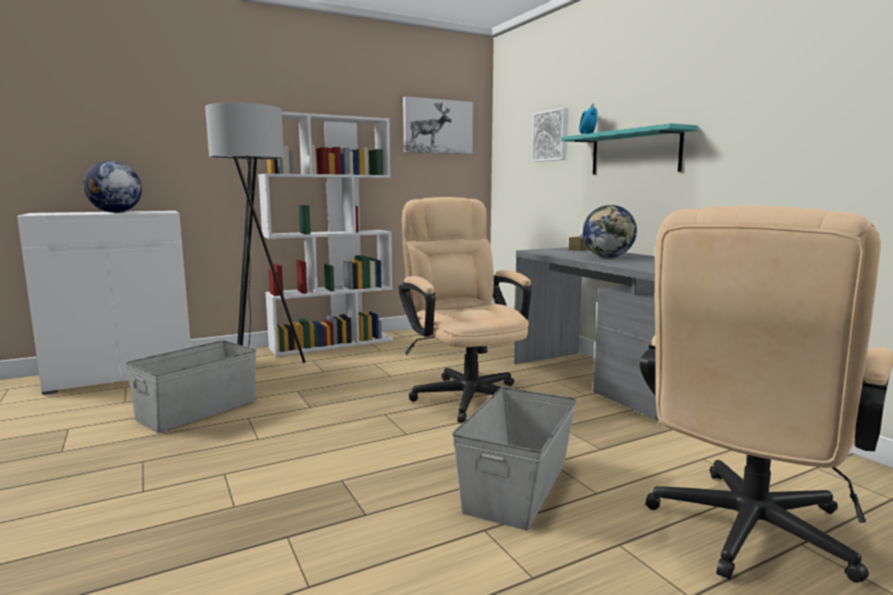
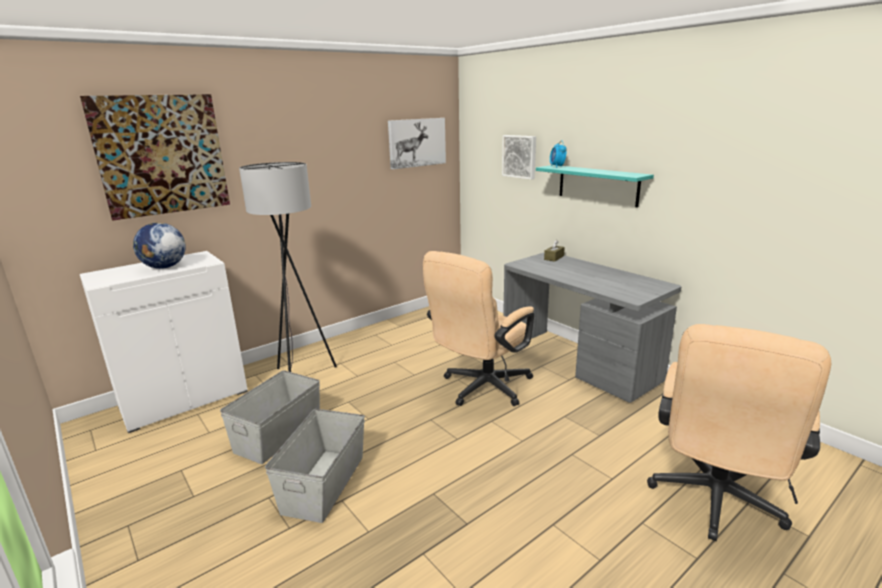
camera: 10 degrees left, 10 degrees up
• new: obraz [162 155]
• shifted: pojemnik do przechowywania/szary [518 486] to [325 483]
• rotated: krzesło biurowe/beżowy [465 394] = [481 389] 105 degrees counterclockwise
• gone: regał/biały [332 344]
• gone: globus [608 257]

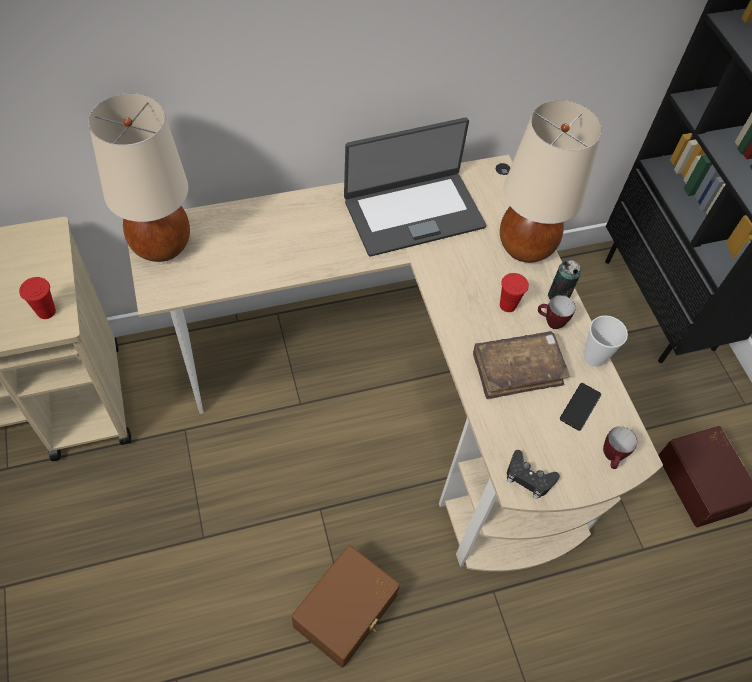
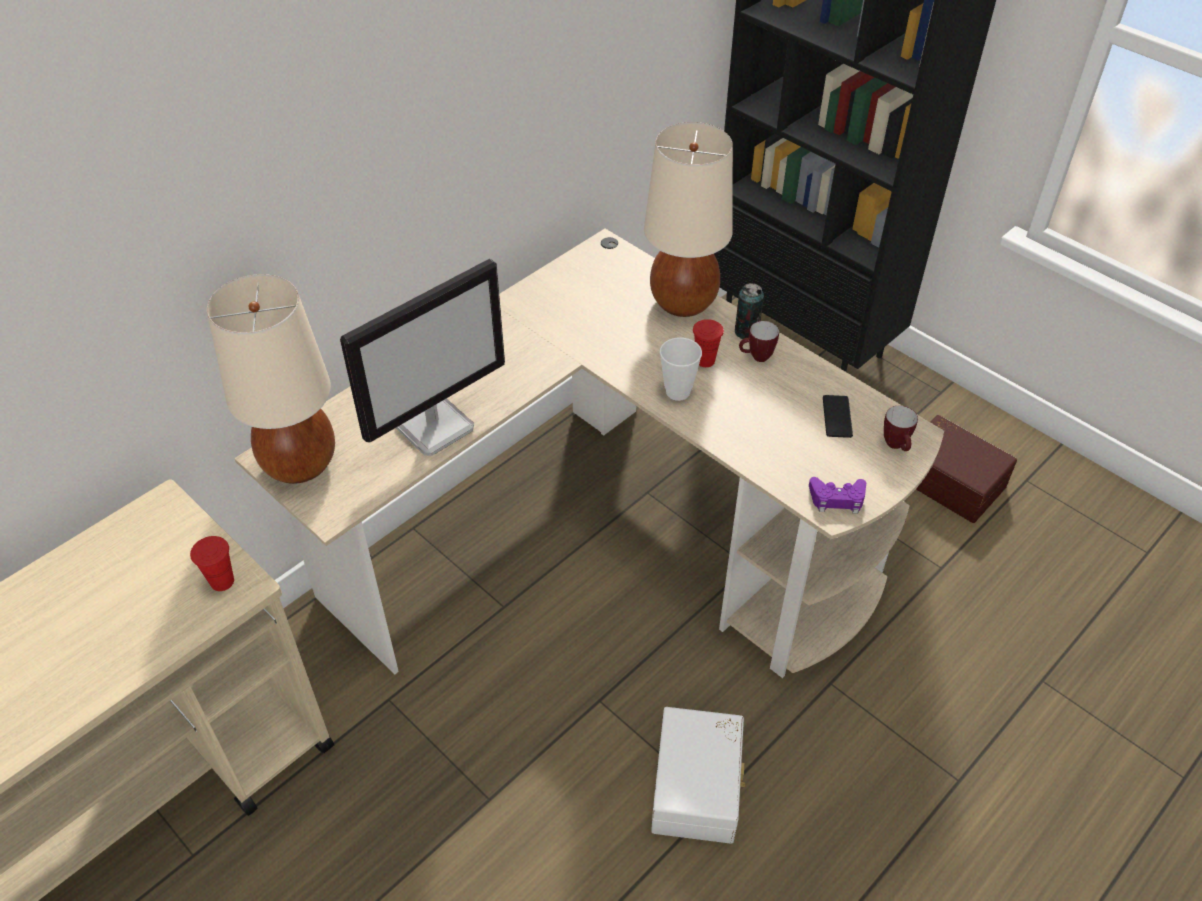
camera: 25 degrees left, 10 degrees down
• new: monitor [435 426]
• repainted: pojemnik do przechowywania/brązowy [347 612] to pojemnik do przechowywania/biały [699 785]
• shifted: filiżanka [594 357] to [678 392]
• repainted: pad do gier/czarny [529 477] to pad do gier/fioletowy [837 499]
• gone: laptop [413 212]
• gone: książka/brązowy [517 370]

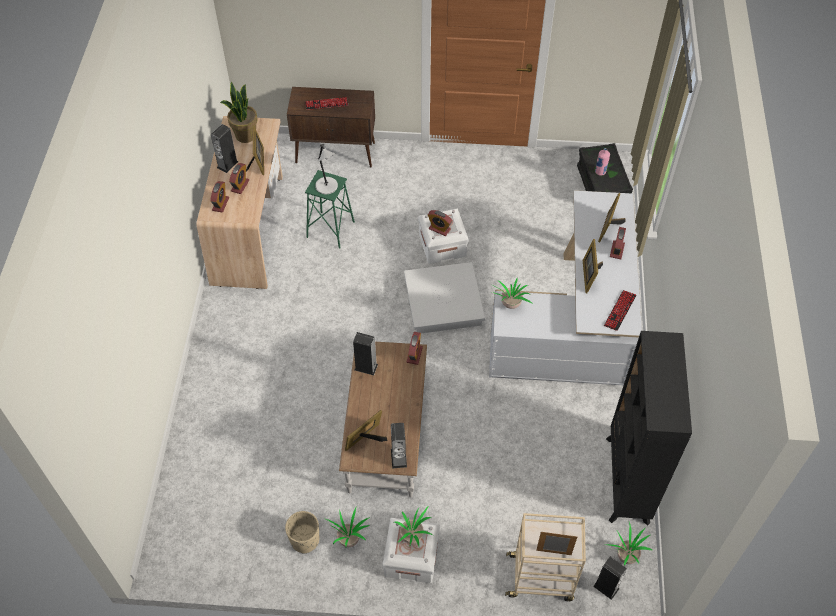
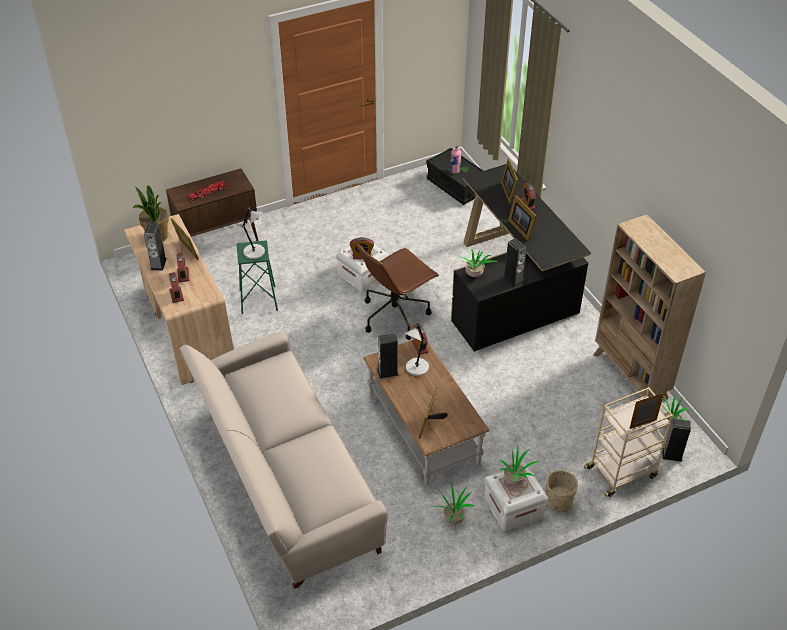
camera: 30 degrees left, 10 degrees down
• new: kanapa/beżowy [285 481]
• swapped: pojemnik do przechowywania/biały [443 302] to krzesło biurowe/brązowy [395 315]
• new: lampa stołowa/szary [416 368]
• repainted: biurko/biały [574 326] to biurko/czarny [510 289]
• shifted: głośnik [398 458] to [513 279]
• shifted: donica/beżowy [305 540] to [558 501]
• repainted: regał/czarny [627 480] to regał/beżowy [630 376]
• gone: klawiatura [620 311]

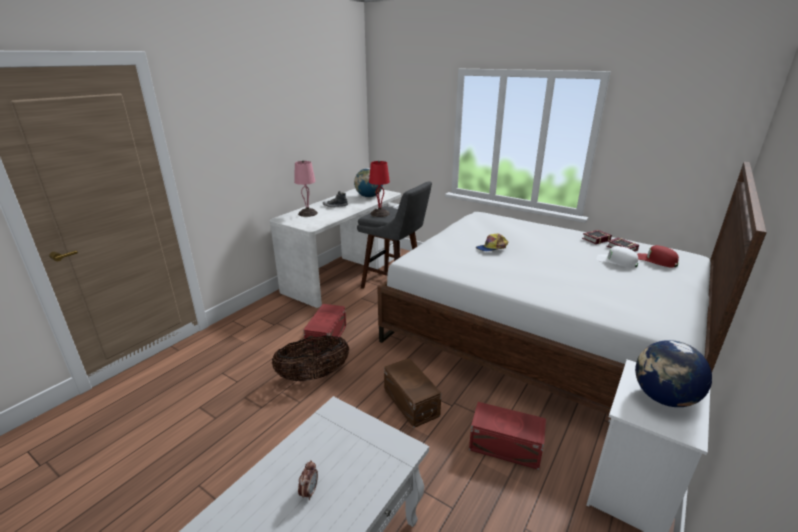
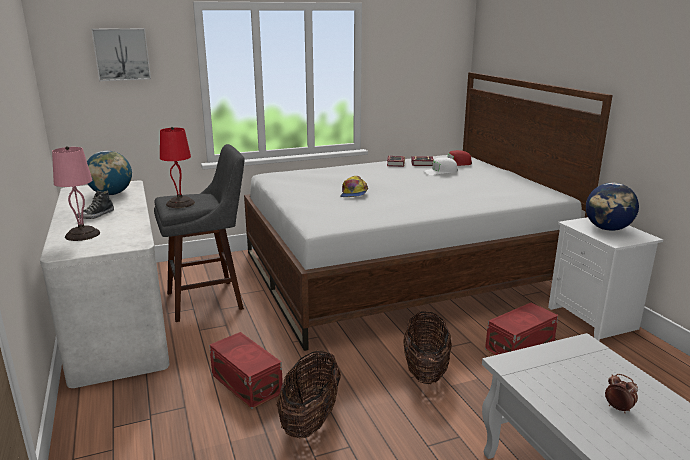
camera: 55 degrees left, 5 degrees down
• new: obraz [122 54]
• swapped: pojemnik do przechowywania/brązowy [410 403] to koszyk [425 370]

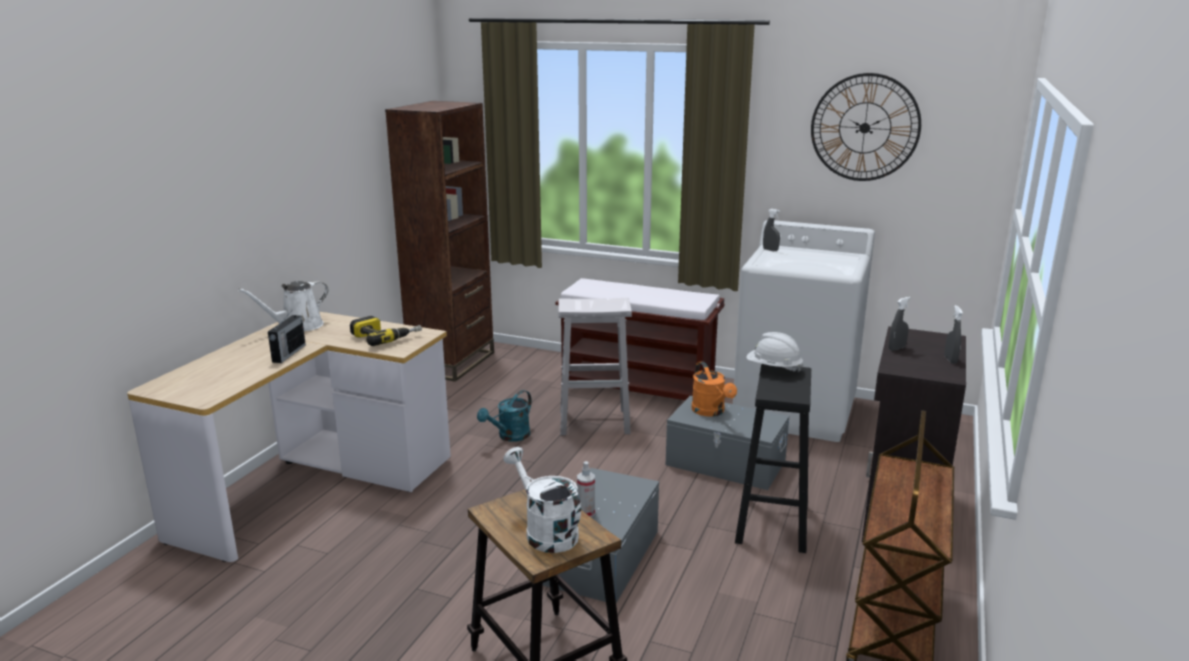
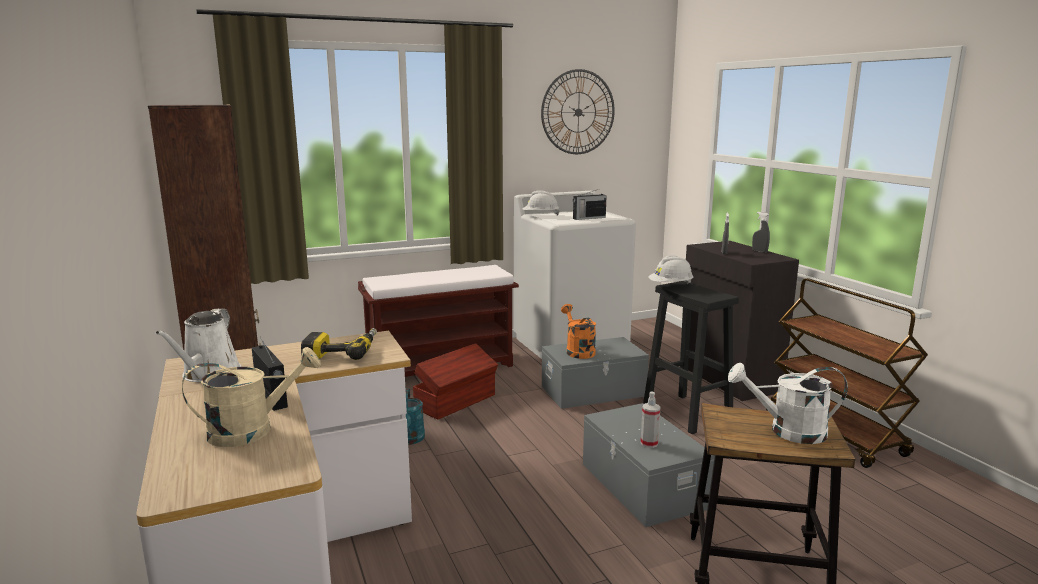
camera: 45 degrees left, 5 degrees down
• new: konewka/beżowy [252 430]
• swapped: stołek/biały [595 422] to pojemnik do przechowywania/brązowy [456 401]
• swapped: spryskiwacz/szary [770 250] to kask/biały [540 216]
• rotated: konewka/pomarańczowy [711 412] = [578 351] 135 degrees counterclockwise
• new: radio [588 218]

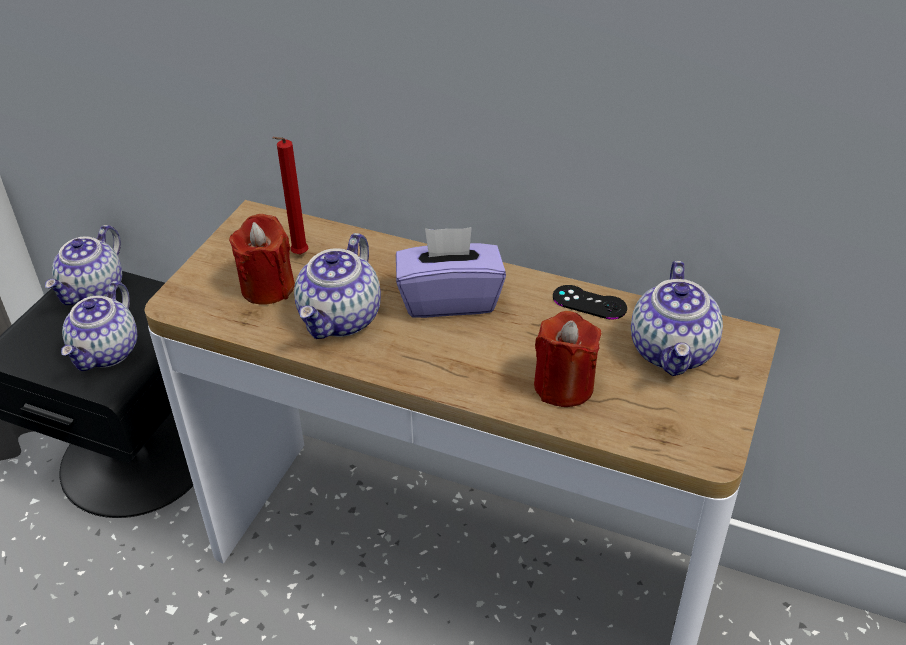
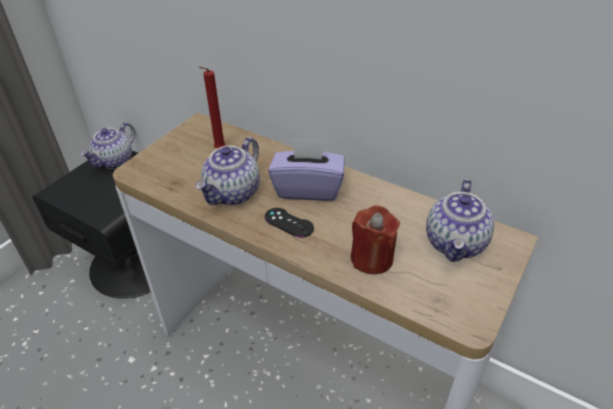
camera: 10 degrees right, 0 degrees up
• shifted: pad do gier/czarny [589 302] to [289 222]
• gone: imbryk [107 353]
• gone: świeca/czerwony [267 287]

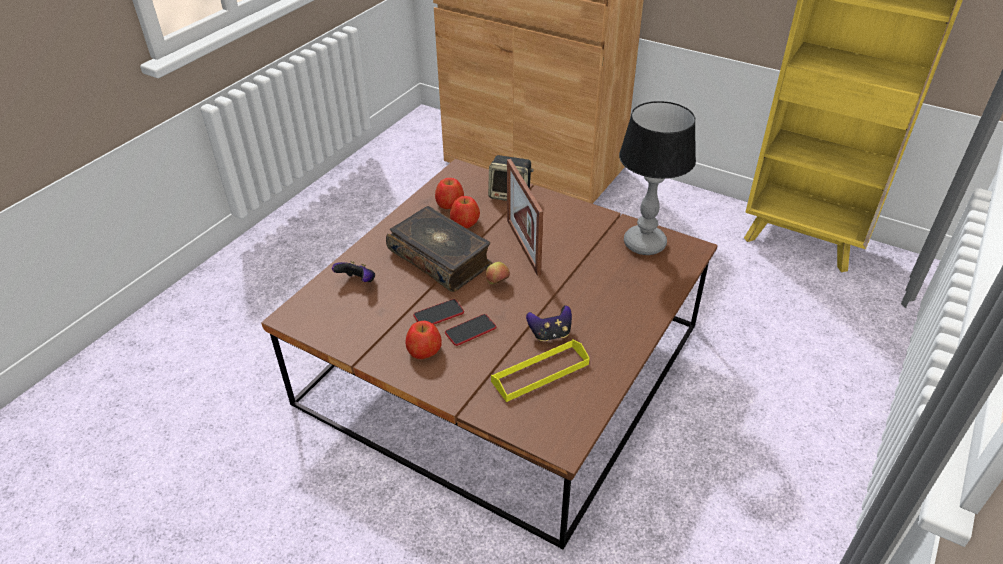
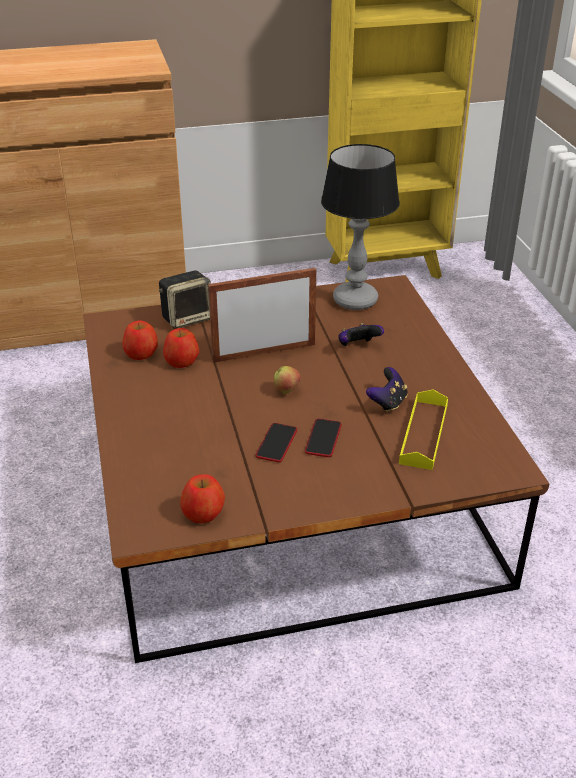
camera: 45 degrees left, 5 degrees down
• shifted: jabłko [424 351] to [203 512]
• rotated: ramka na zdjęcie [523 246] = [264 352] 135 degrees clockwise
• shifted: pad do gier [357 282] to [358 346]
• gone: książka [441 258]

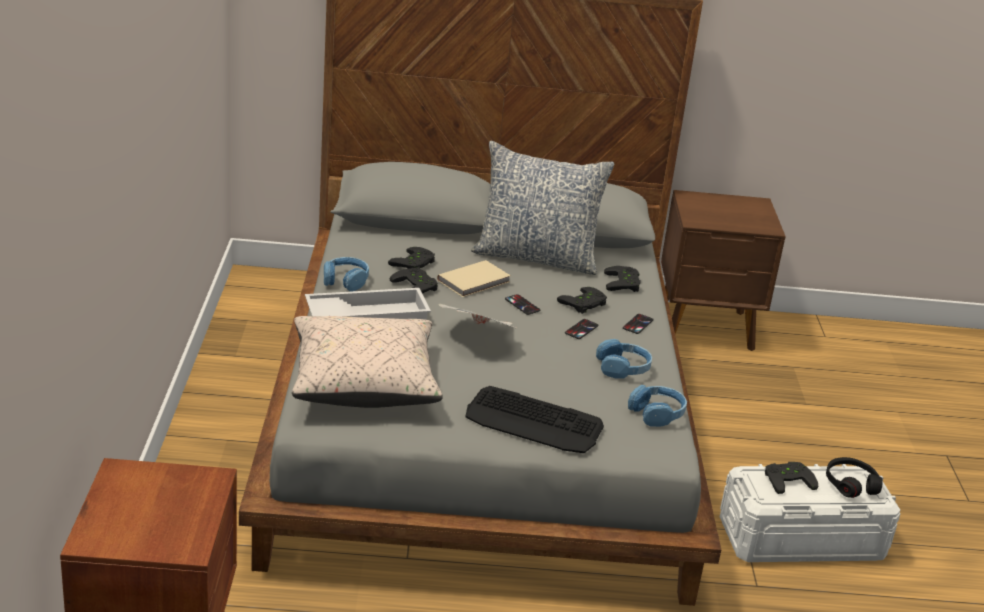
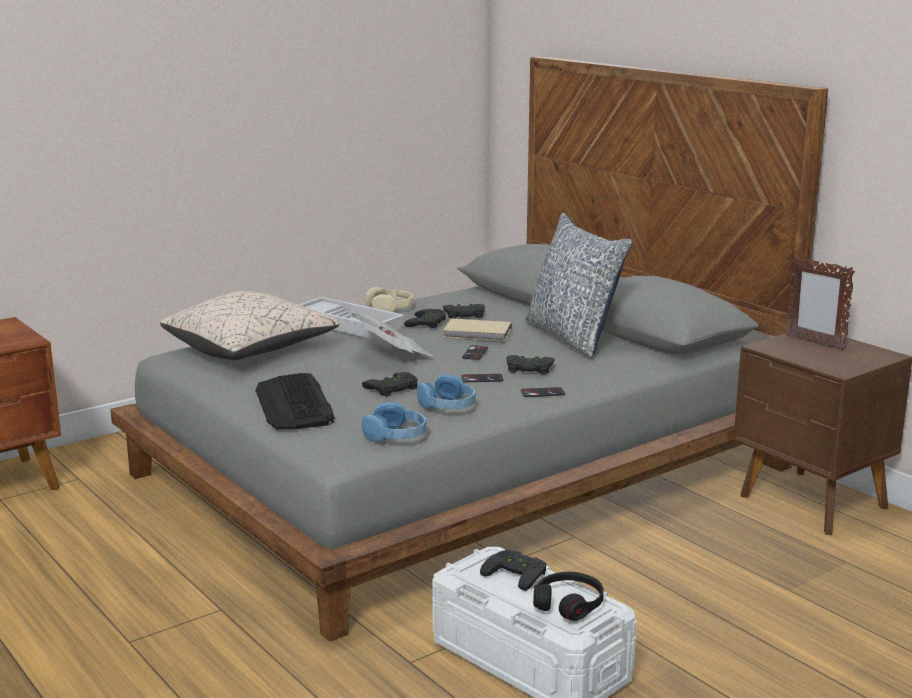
camera: 55 degrees right, 10 degrees down
• shifted: pad do gier/czarny [624 283] to [393 389]
• repainted: słuchawki/niebieski [345 281] to słuchawki/beżowy [390 308]
• new: ramka na zdjęcie [814 343]

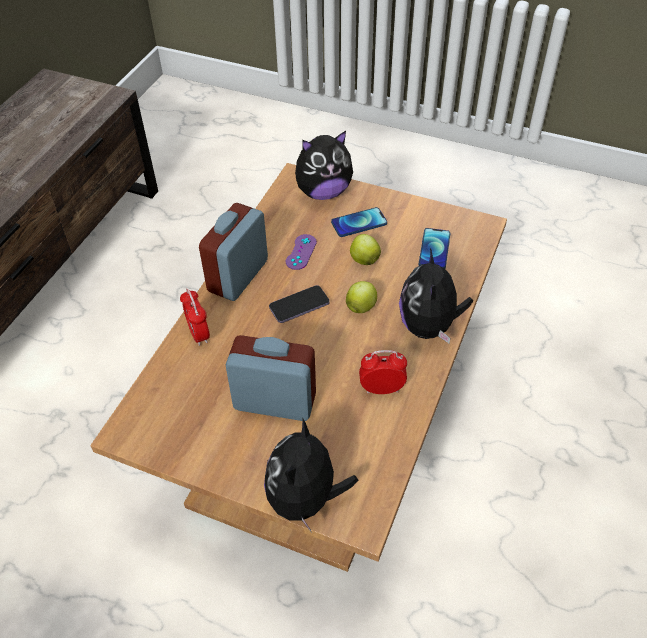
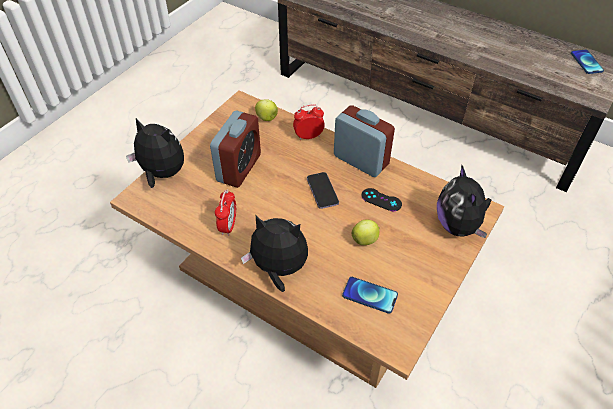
camera: 100 degrees right, 0 degrees up
• shifted: jabłko [361 307] to [267 118]
• repainted: pad do gier/fioletowy [301 252] to pad do gier/czarny [381 200]
• shifted: telefon [359 223] to [586 62]

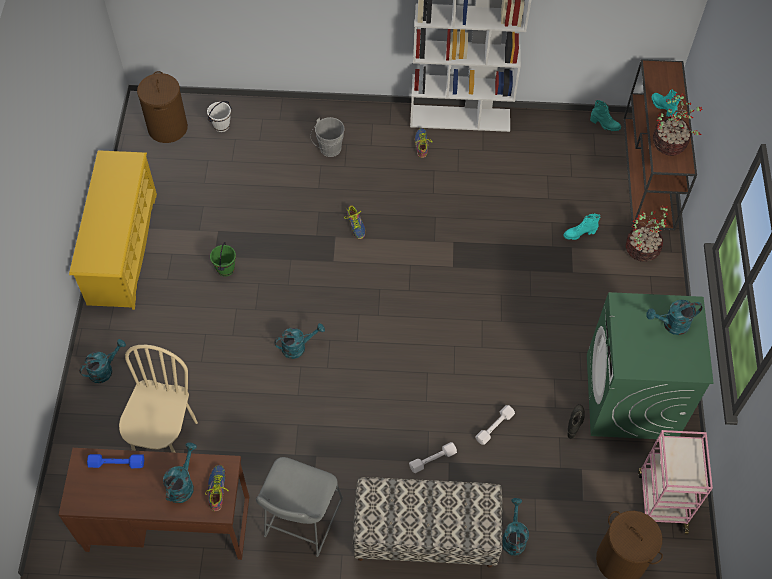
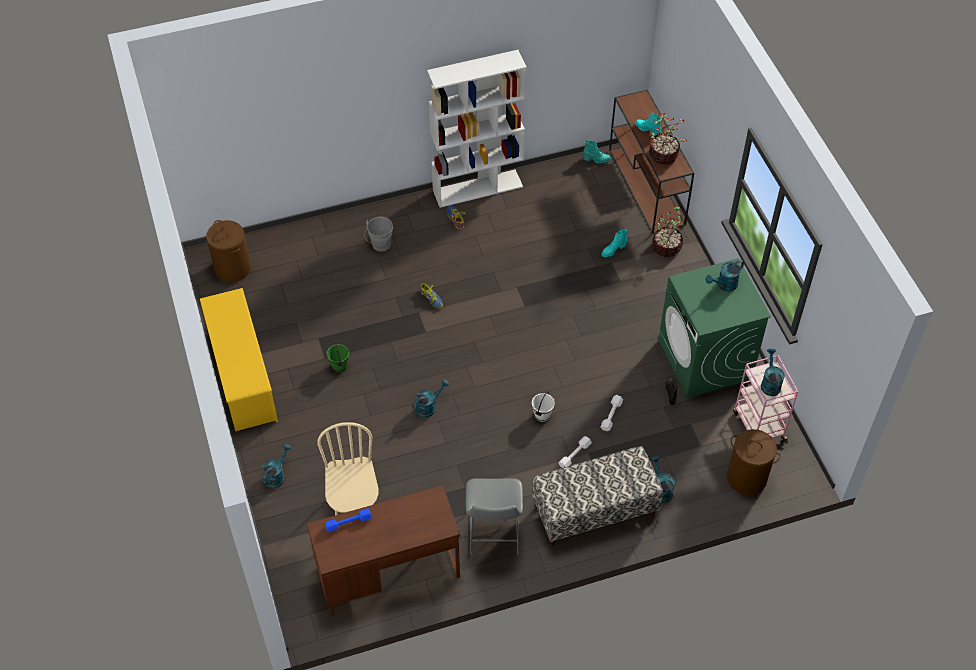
camera: 20 degrees left, 5 degrees down
• shifted: wiadro/biały [221 126] to [542 415]
• shifted: konewka/turkusowy [182 484] to [770 383]
• gone: but [217 489]

